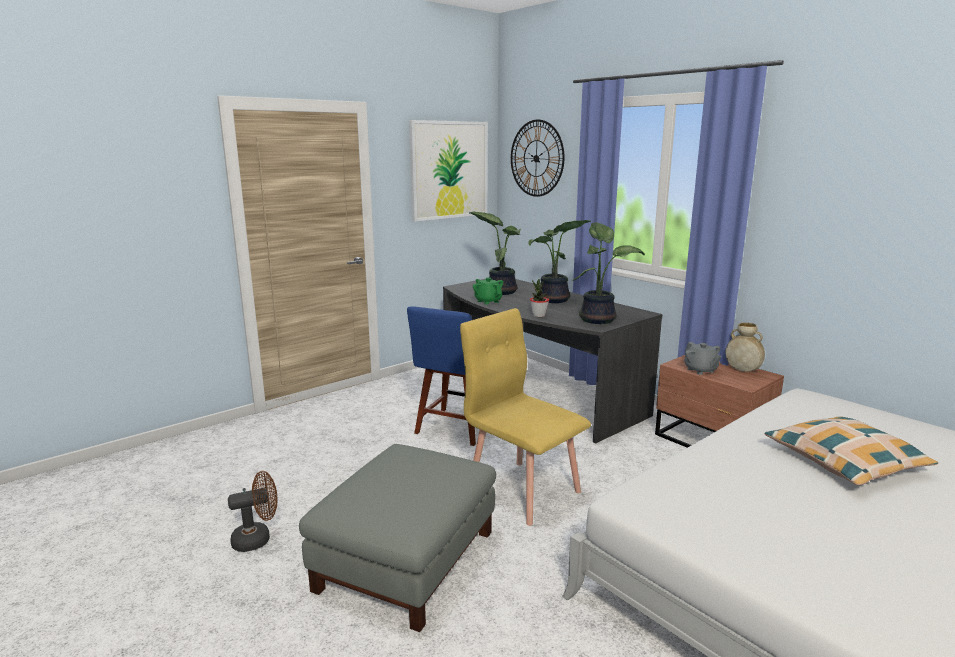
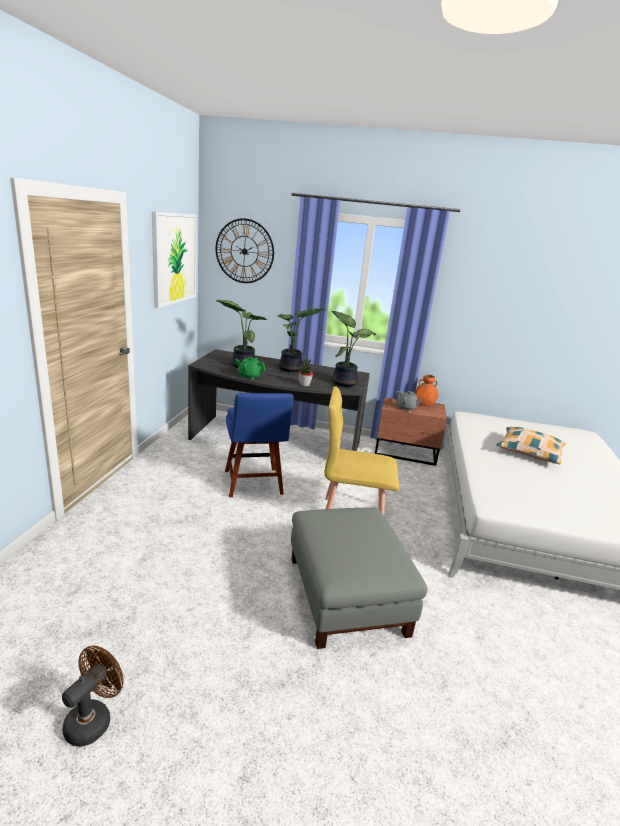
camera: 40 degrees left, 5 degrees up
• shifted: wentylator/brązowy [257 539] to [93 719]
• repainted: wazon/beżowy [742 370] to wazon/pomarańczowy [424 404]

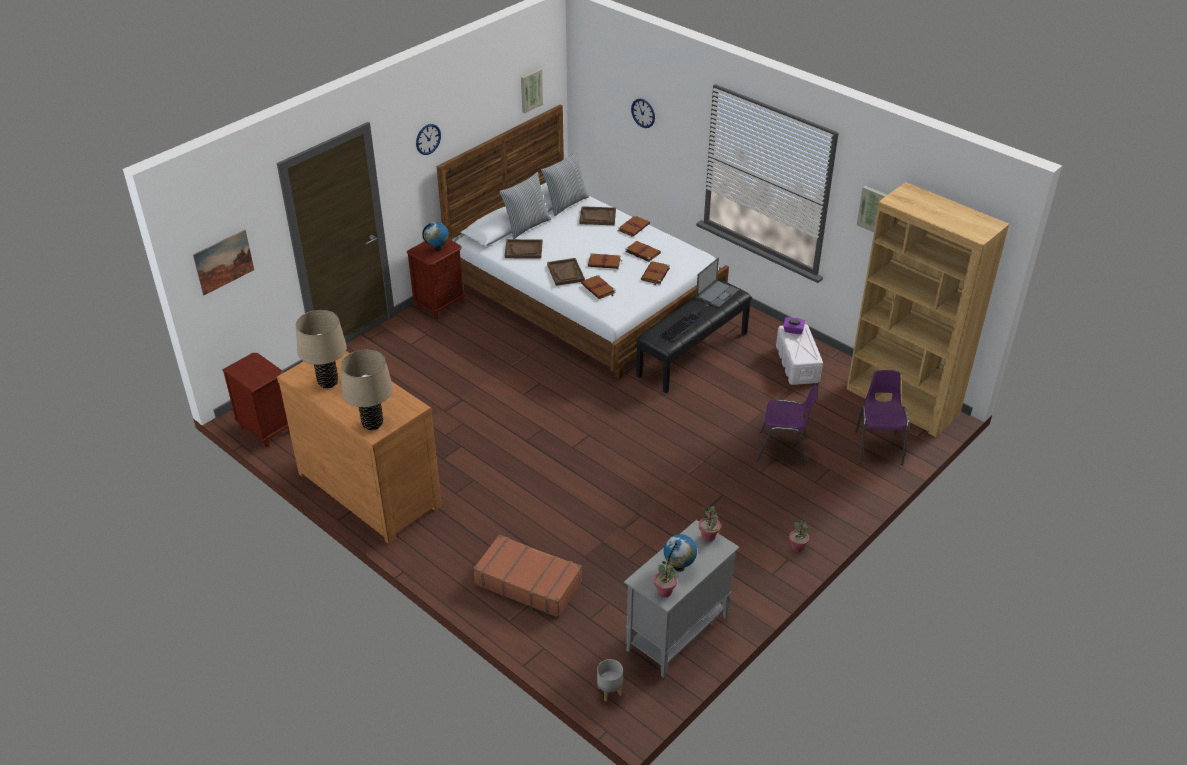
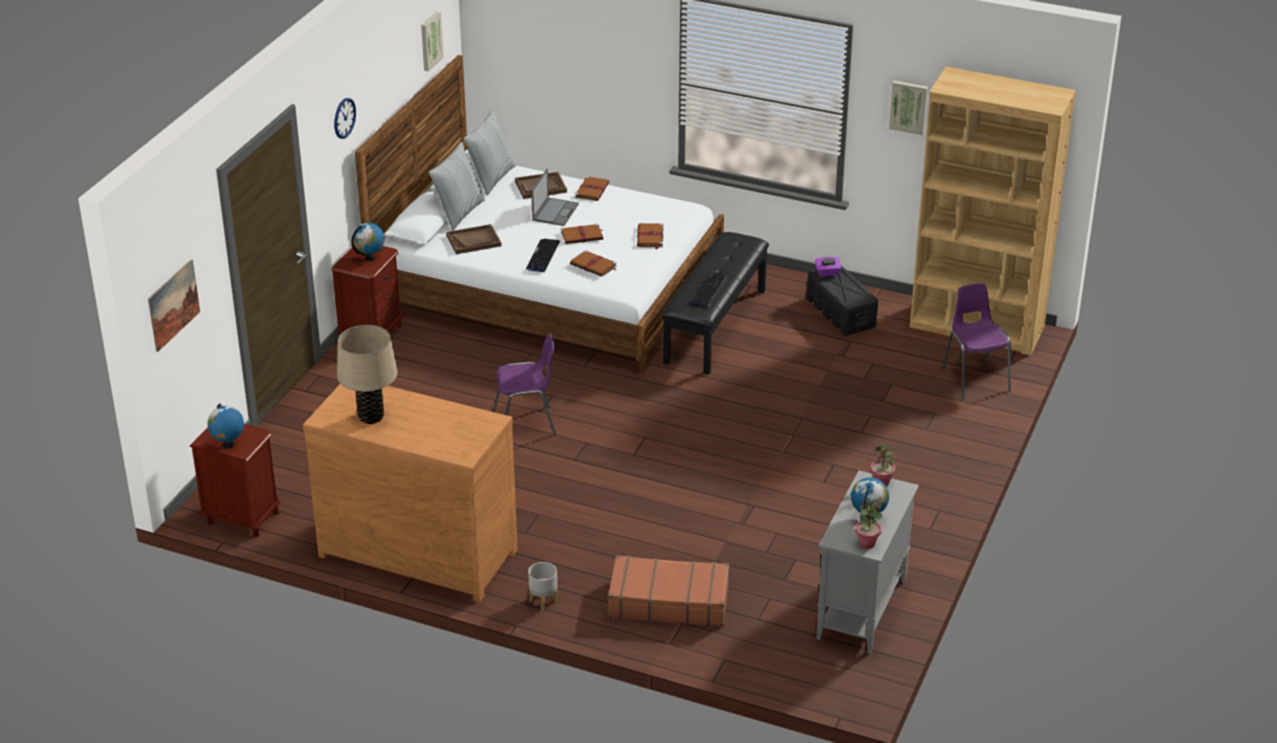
camera: 20 degrees left, 5 degrees down
• new: globus [228 445]
• shifted: krzesło/fioletowy [783 449] to [526 423]
• swapped: taca/brązowy [565 273] to klawiatura [543 256]
• shifted: donica/szary [609 691] to [543 601]
• shifted: laptop [717 293] to [555 212]
• repainted: pojemnik do przechowywania/biały [797 364] to pojemnik do przechowywania/czarny [841 313]
• gone: lampa stołowa/beżowy [372 424]
• gone: książka/brązowy [642 252]
• gone: zegar ścienny [643 113]
• gone: roślina doniczkowa [797 547]

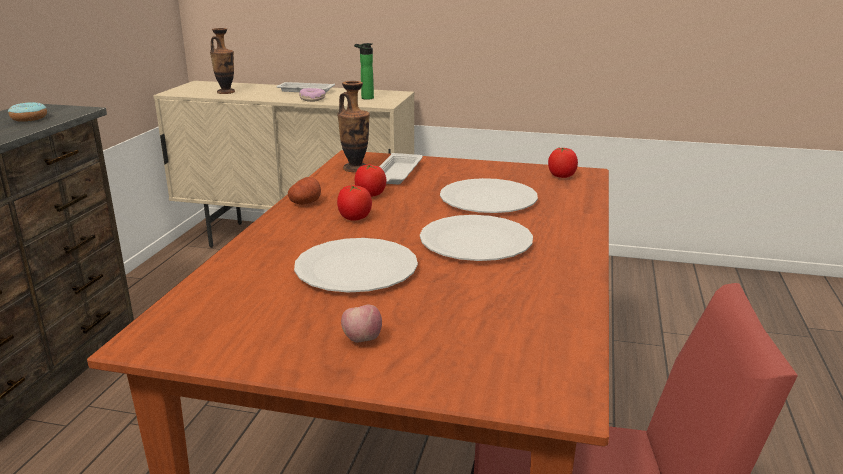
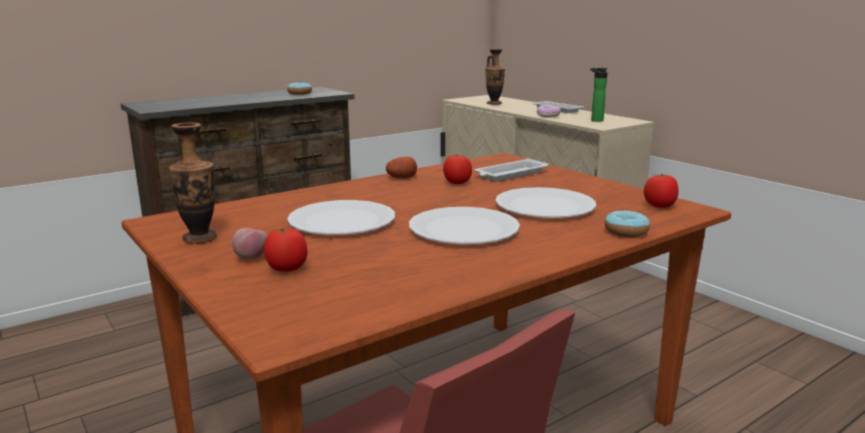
camera: 40 degrees right, 5 degrees down
• shifted: wazon [355 169] to [200 238]
• shifted: pomidor [354 218] to [286 269]
• new: donut [626 232]

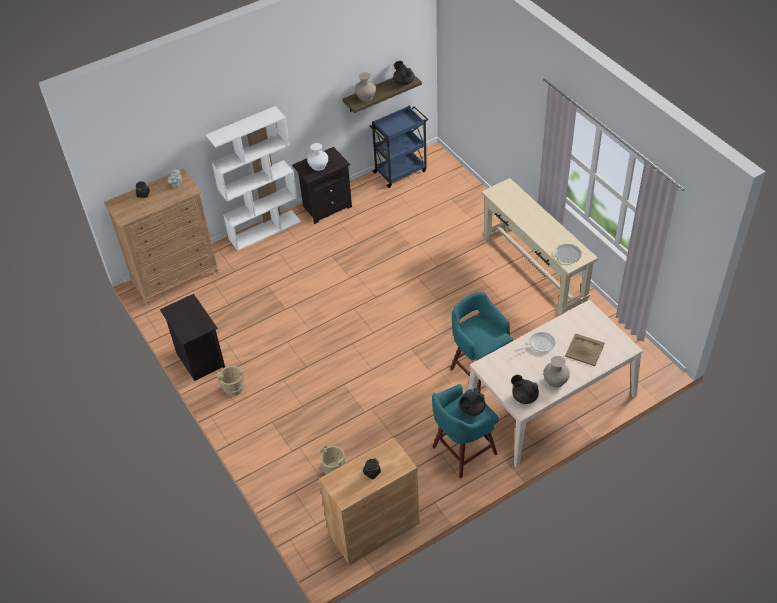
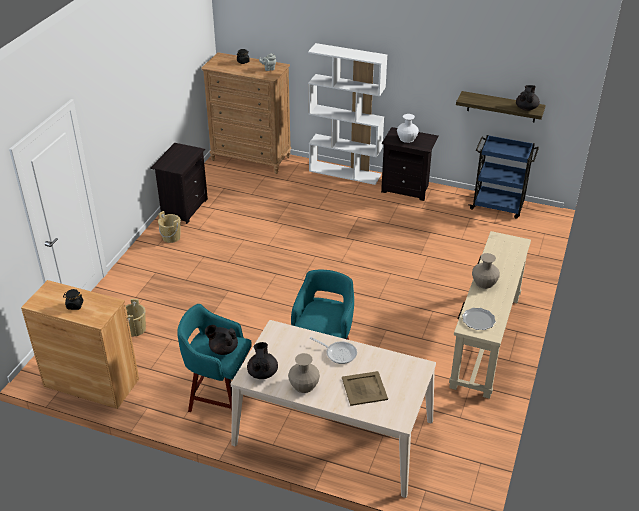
camera: 50 degrees right, 10 degrees down
• shifted: wazon/beżowy [366 96] to [484 282]

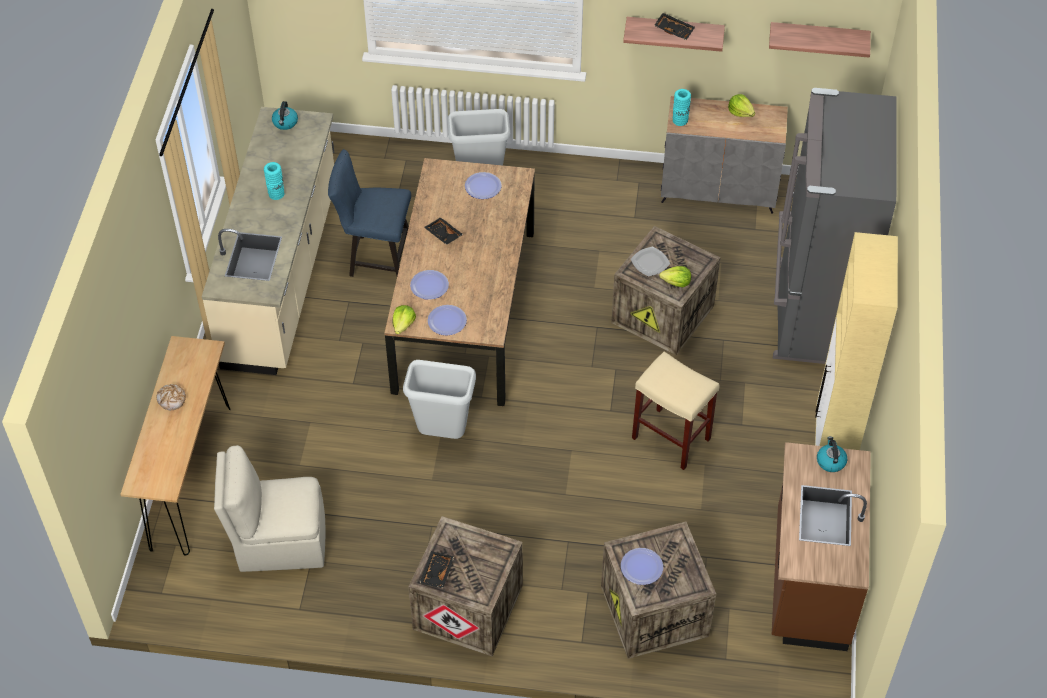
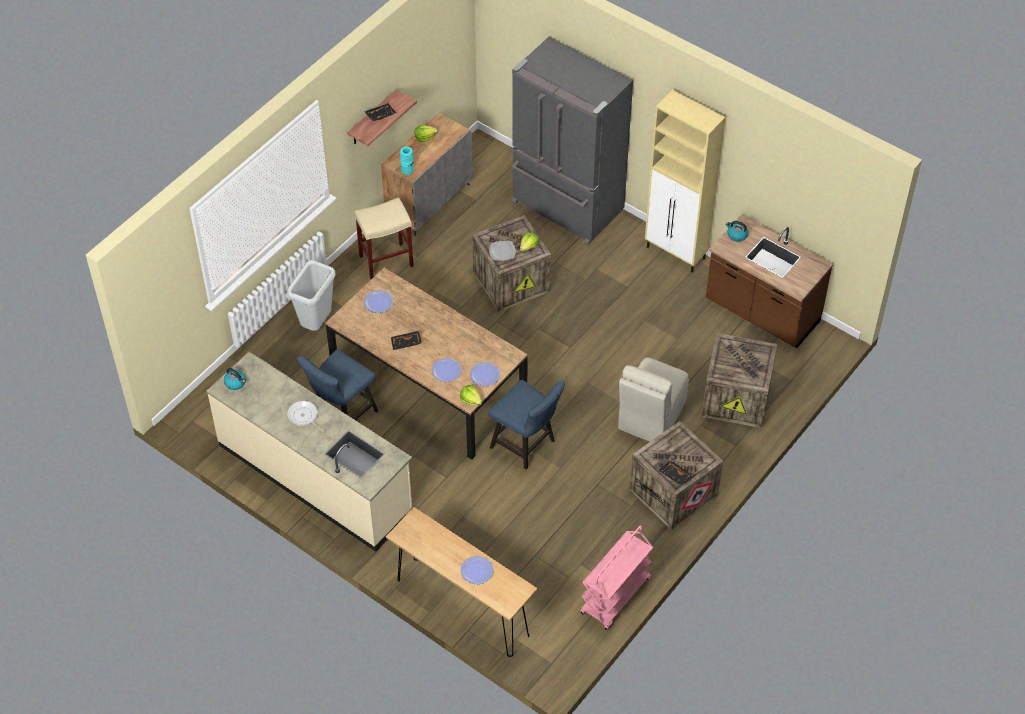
camera: 60 degrees left, 0 degrees up
• swapped: wazon/turkusowy [276 194] to patelnia [304 416]
• shifted: stołek/beżowy [672 438] to [386 260]
• shifted: talerz [642 567] to [477 570]
• swapped: kosz na śmieci/szary [442 434] to krzesło/niebieski [526 446]
• new: wózek/różowy [616 597]
• shifted: krzesło/beżowy [279 542] to [650 417]
• gone: chleb [172 399]
• gone: półka [818 37]

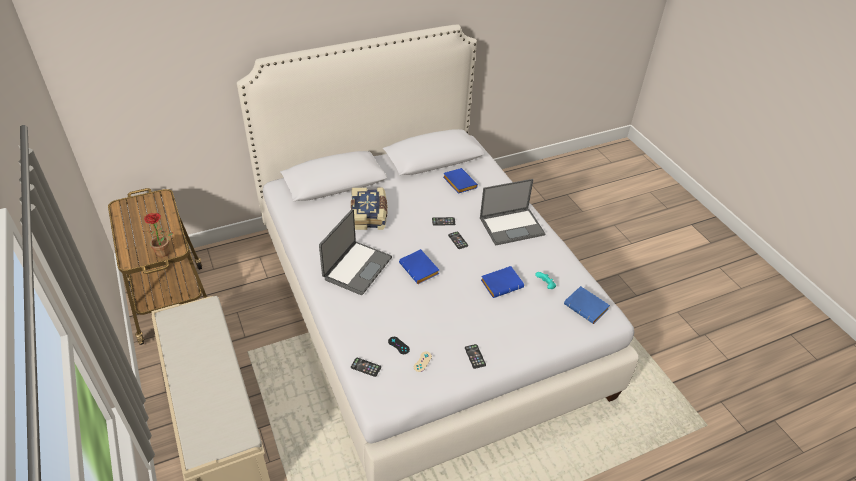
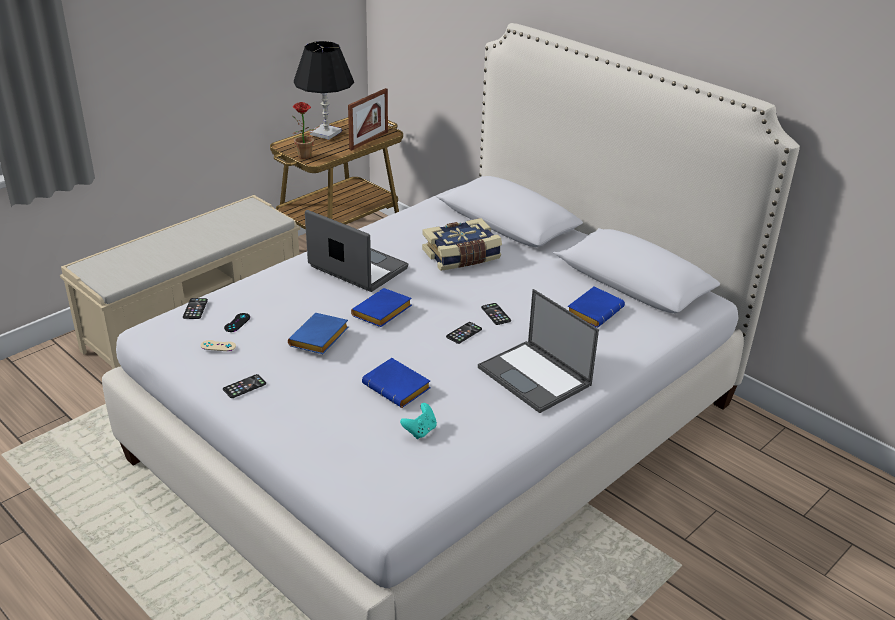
camera: 70 degrees right, 10 degrees down
• shifted: książka/niebieski [587 307] to [319 339]
• new: lampa stołowa/czarny [326 133]
• rotated: laptop [356 268] = [356 268] 150 degrees counterclockwise
• new: ramka na zdjęcie [369 141]

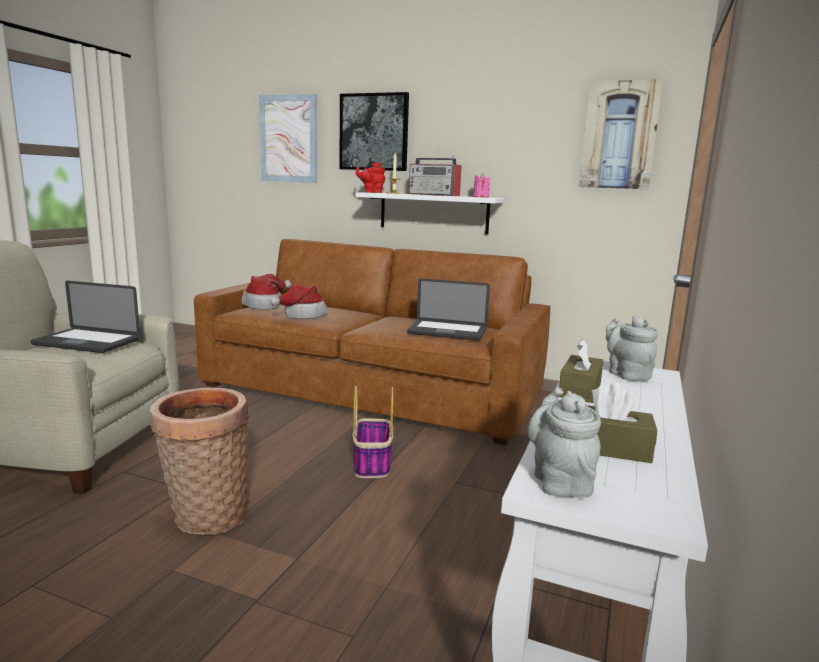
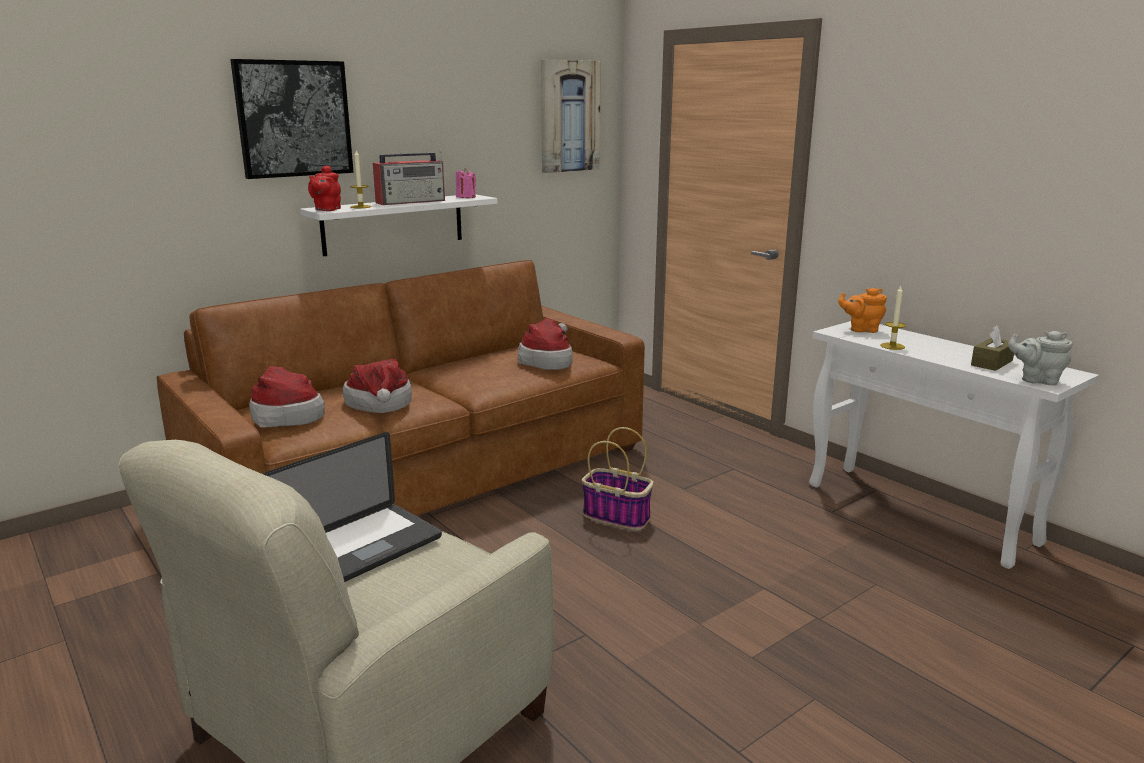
camera: 60 degrees left, 5 degrees up
• swapped: laptop [447 332] to kapelusz [548 360]
• repainted: imbryk/szary [626 374] to imbryk/pomarańczowy [861 329]
• swapped: pudełko chusteczek/brązowy [580 390] to świeca [892 346]
• gone: koszyk [206 517]
• gone: obraz [288 139]

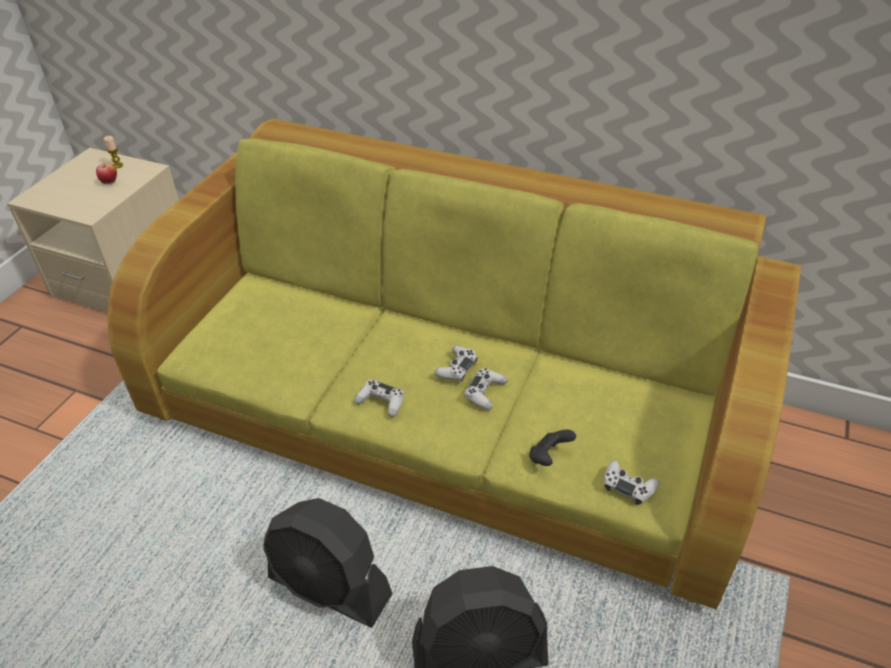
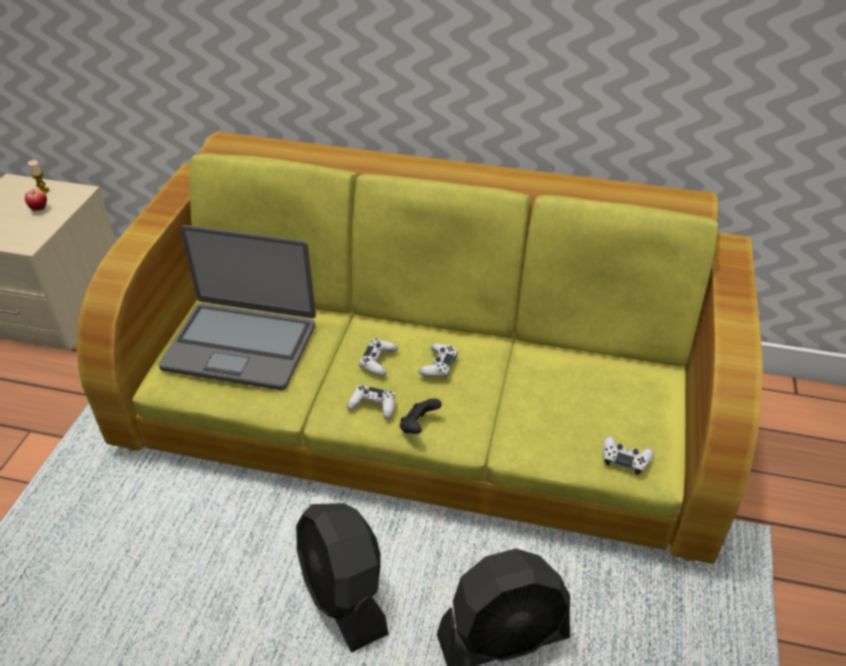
camera: 10 degrees left, 0 degrees up
• new: laptop [241 345]
• rotated: wentylator/czarny [330 587] = [344 594] 45 degrees clockwise
• shifted: pad do gier/biały [485 393] to [378 361]
• shifted: pad do gier/czarny [549 457] to [418 426]

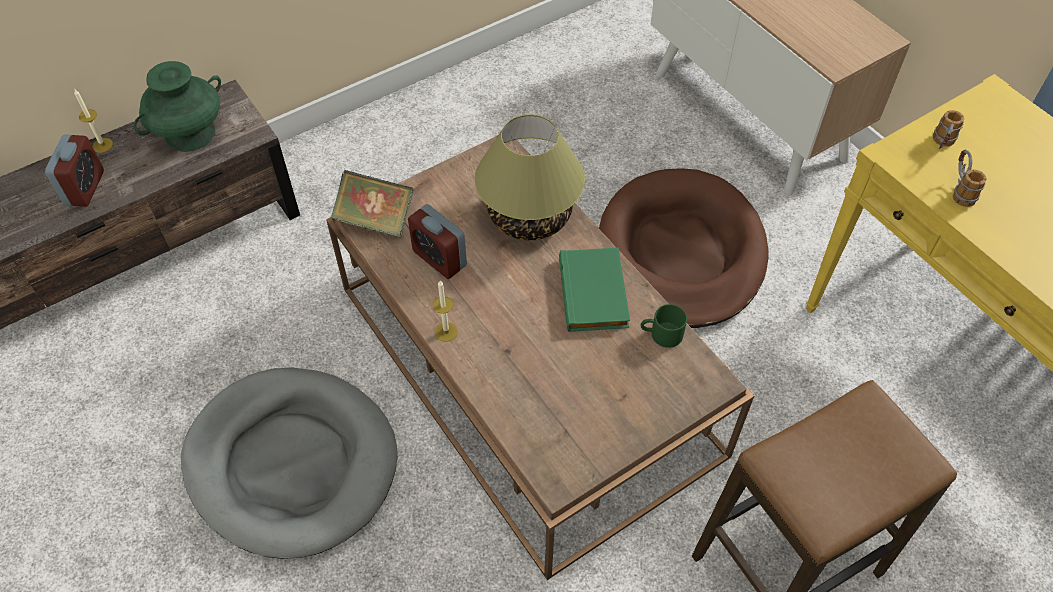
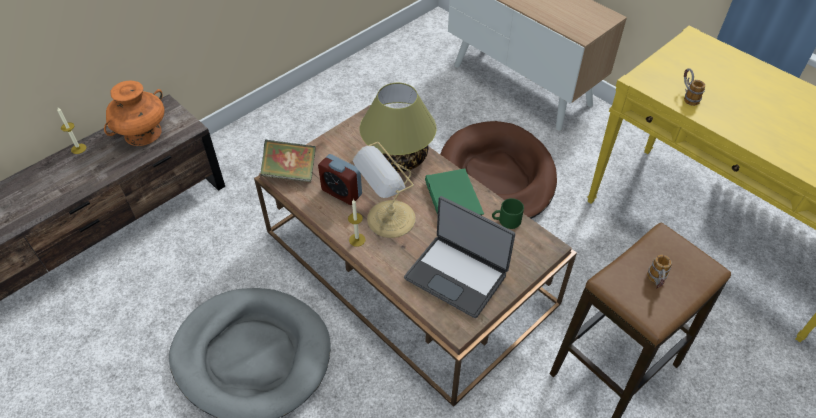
camera: 10 degrees left, 5 degrees down
• repainted: wazon/zielony [190 134] to wazon/pomarańczowy [143 133]
• new: lampa stołowa [388 220]
• new: laptop [457 275]
• shifted: kubek [941 146] to [655 283]
• gone: budzik [85 188]

